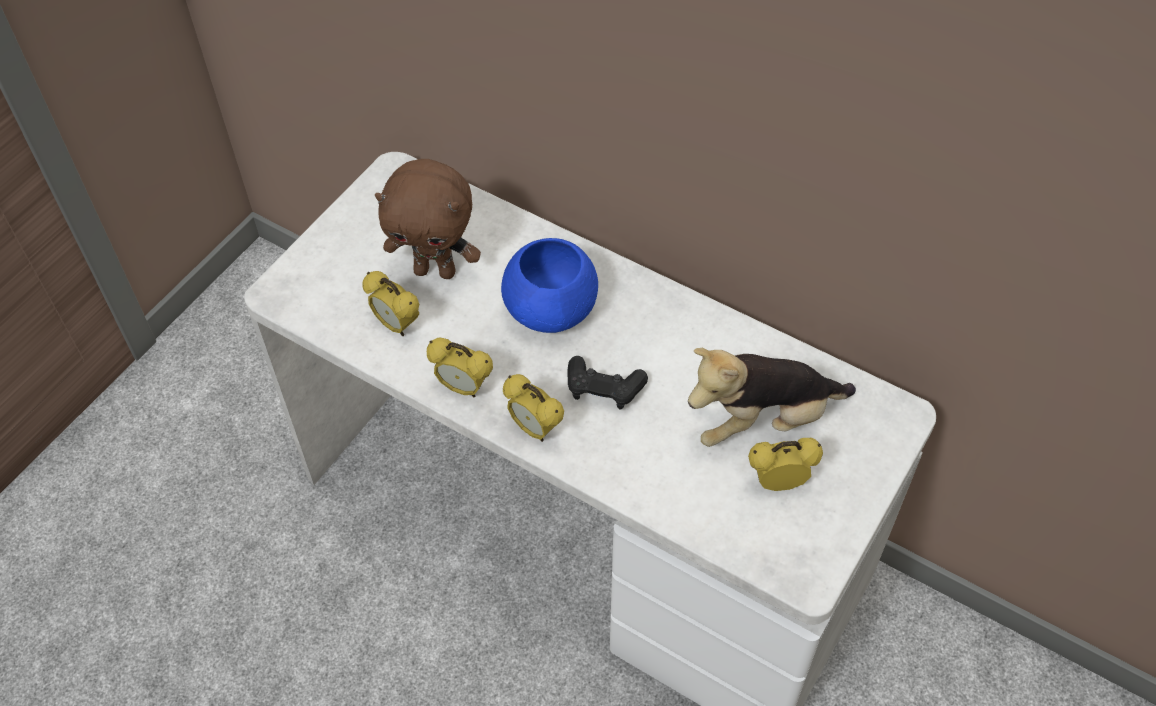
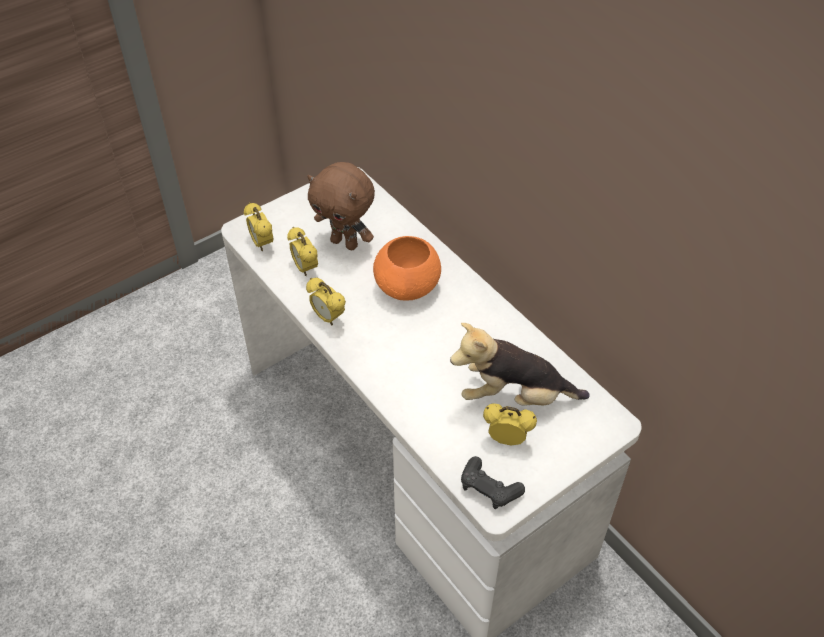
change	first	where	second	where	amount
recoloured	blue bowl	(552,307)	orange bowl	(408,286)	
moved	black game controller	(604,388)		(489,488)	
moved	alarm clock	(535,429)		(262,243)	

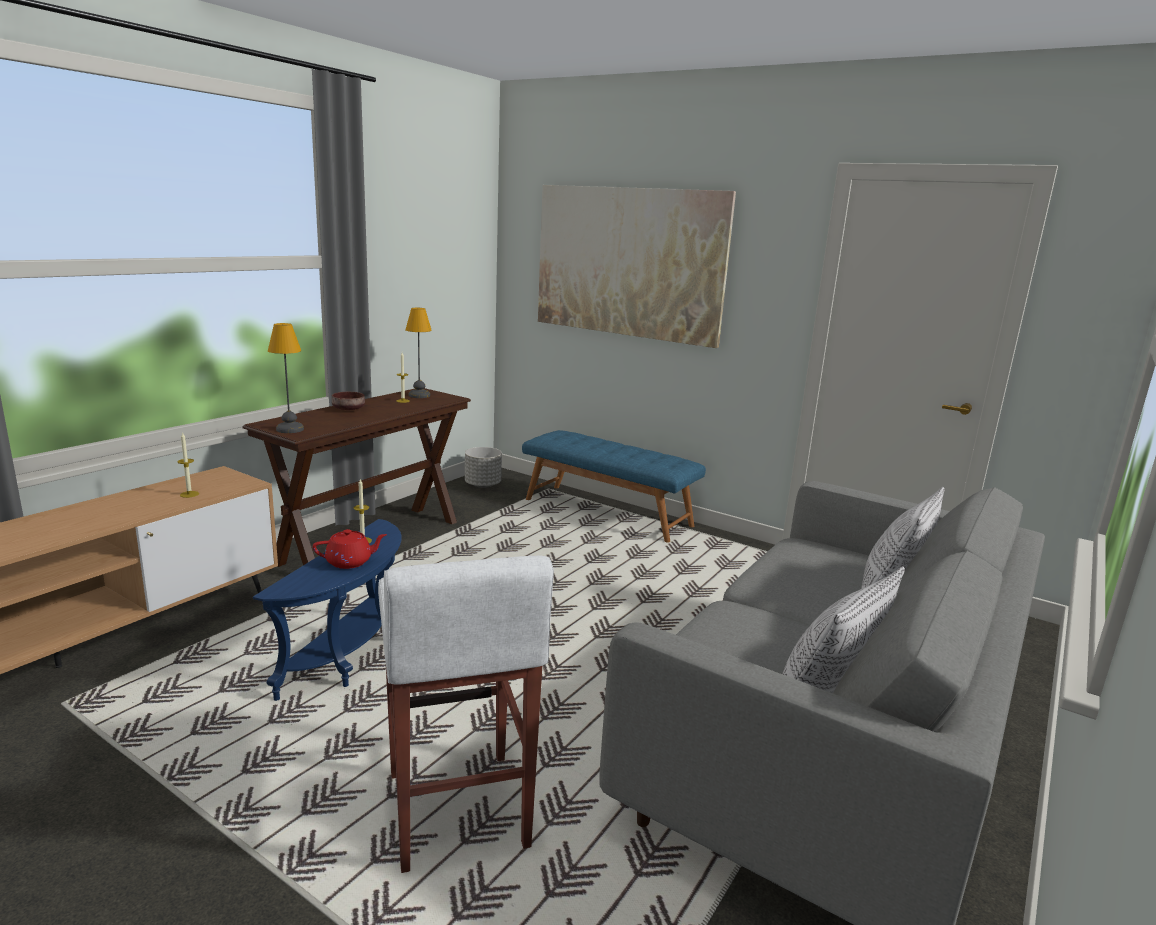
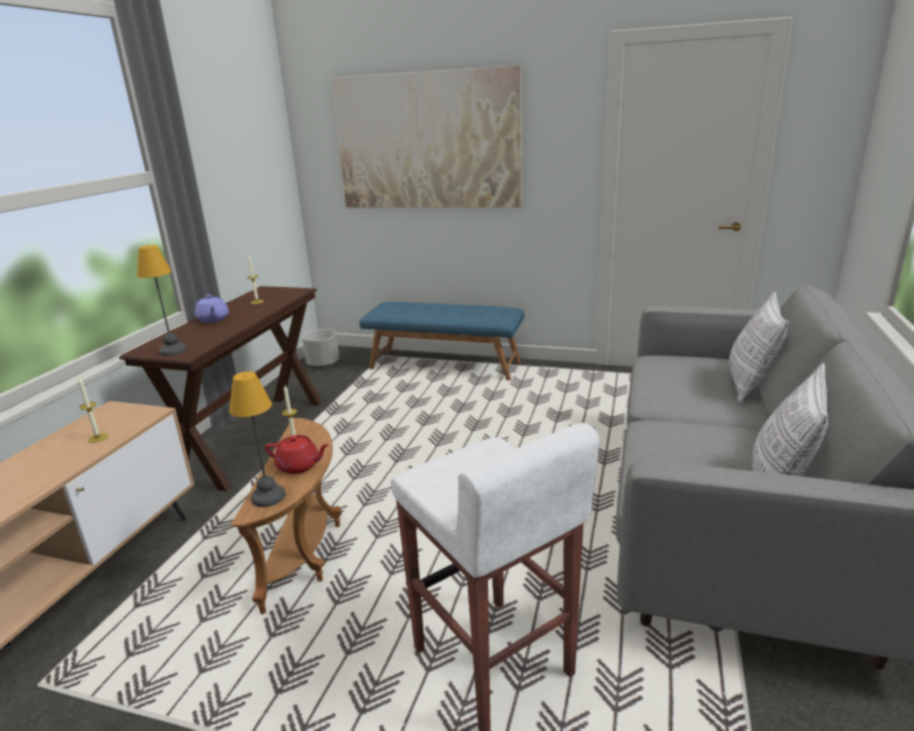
change	first	where	second	where	amount
moved	table lamp	(420,395)		(269,496)	
replaced	brown bowl	(349,409)	purple teapot	(213,319)	
recoloured	blue side table	(350,658)	brown side table	(307,552)	
turned	red teapot	(350,562)		(299,466)	45 degrees clockwise

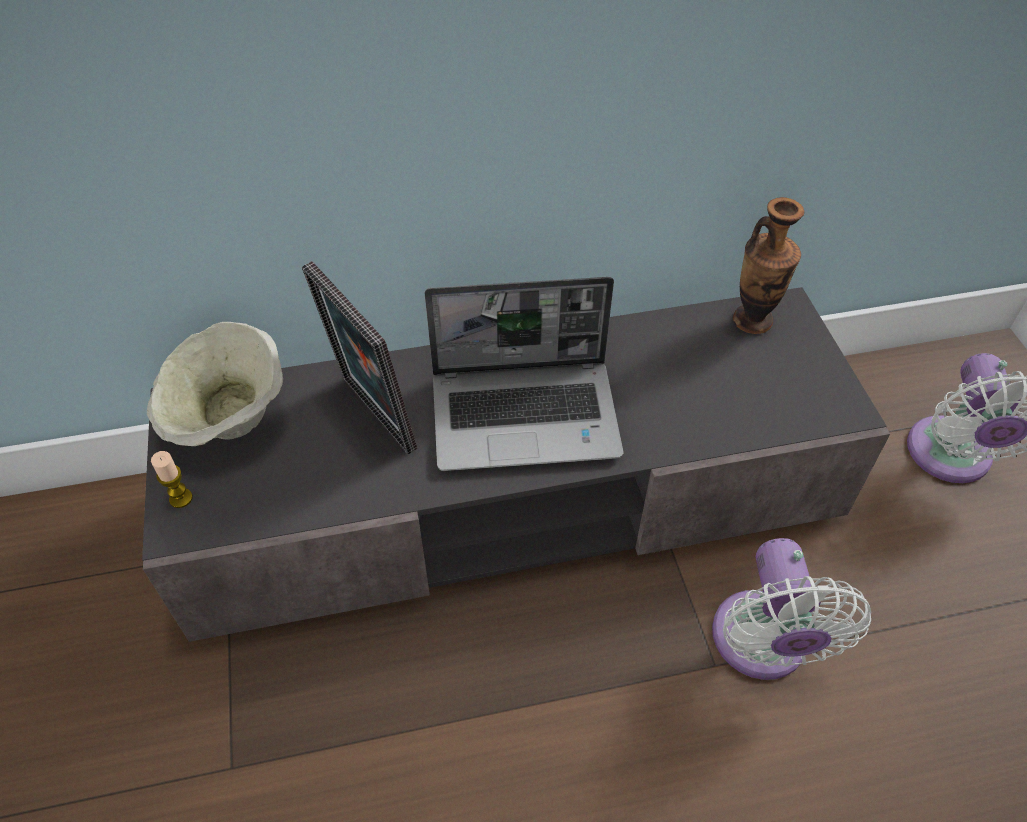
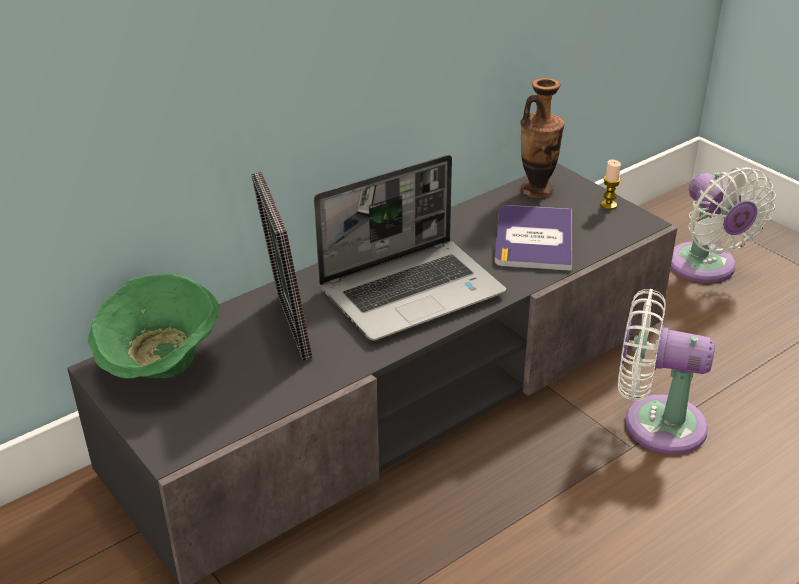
change	first	where	second	where	amount
turned	picture frame	(372,417)		(287,328)	45 degrees clockwise
recoloured	beige bowl	(228,419)	green bowl	(159,366)	
moved	candle	(181,498)		(608,205)	
turned	white fan	(761,646)		(655,423)	135 degrees clockwise
added			book	(533,239)	

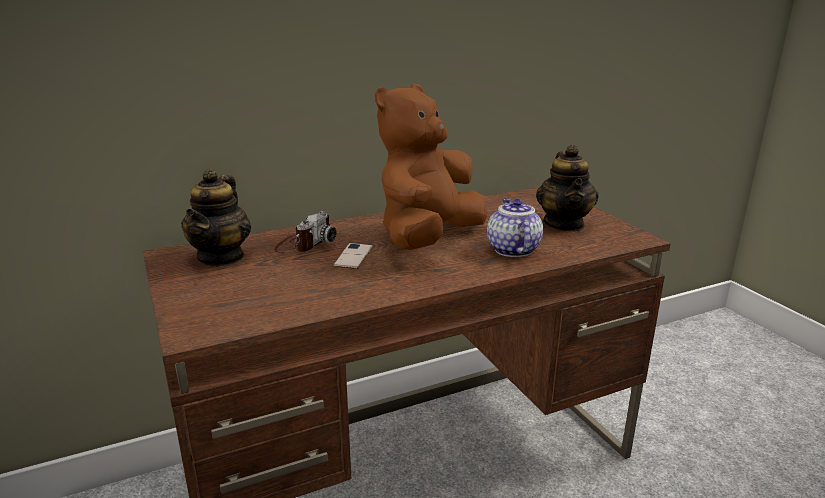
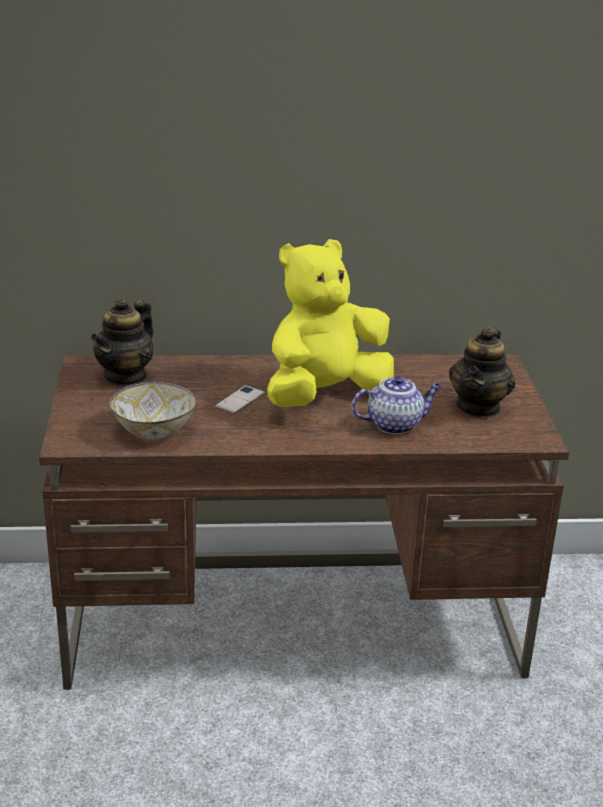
change	first	where	second	where	amount
recoloured	brown plush toy	(428,238)	yellow plush toy	(324,395)	
turned	teapot	(512,249)		(395,424)	60 degrees clockwise
removed	photo camera	(304,244)			
added			bowl	(153,430)	

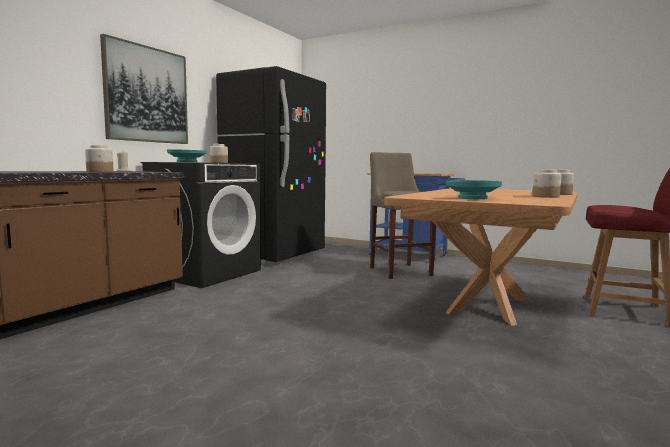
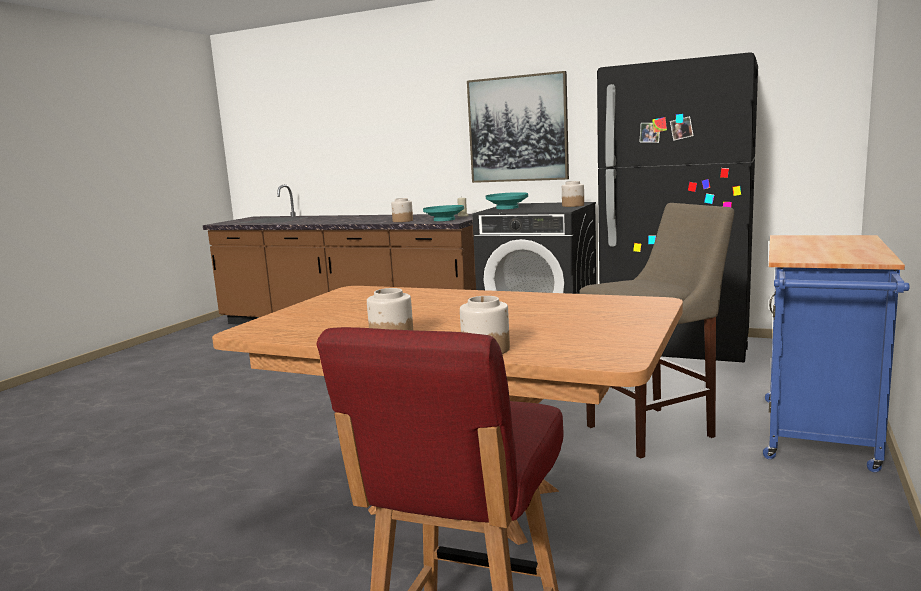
change	first	where	second	where	amount
moved	turquoise bowl	(472,198)		(444,220)	

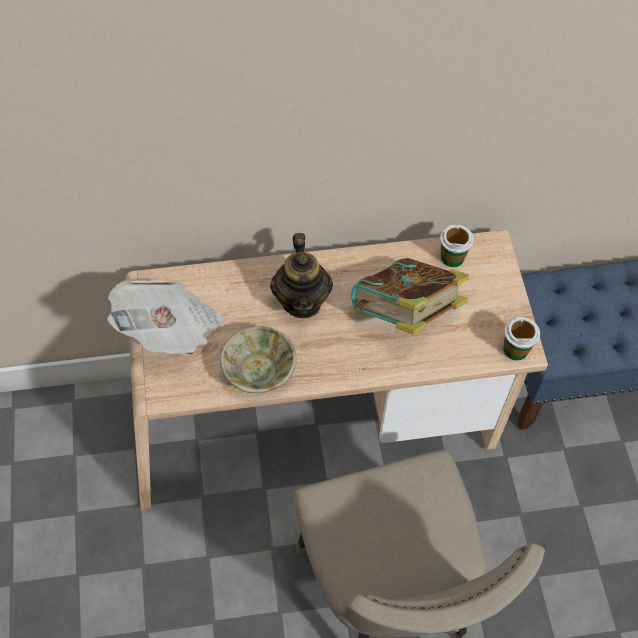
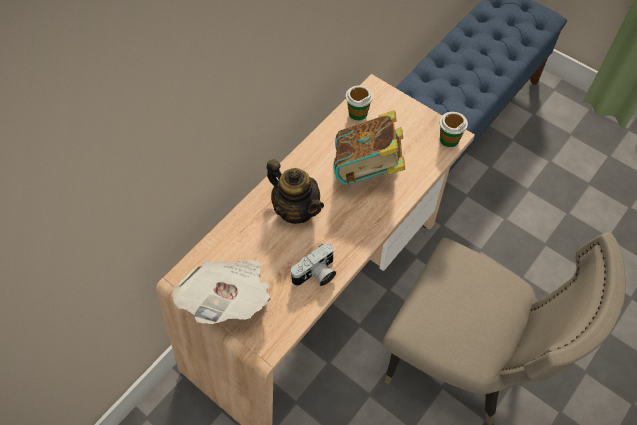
change	first	where	second	where	amount
replaced	beige bowl	(259,370)	photo camera	(316,275)	

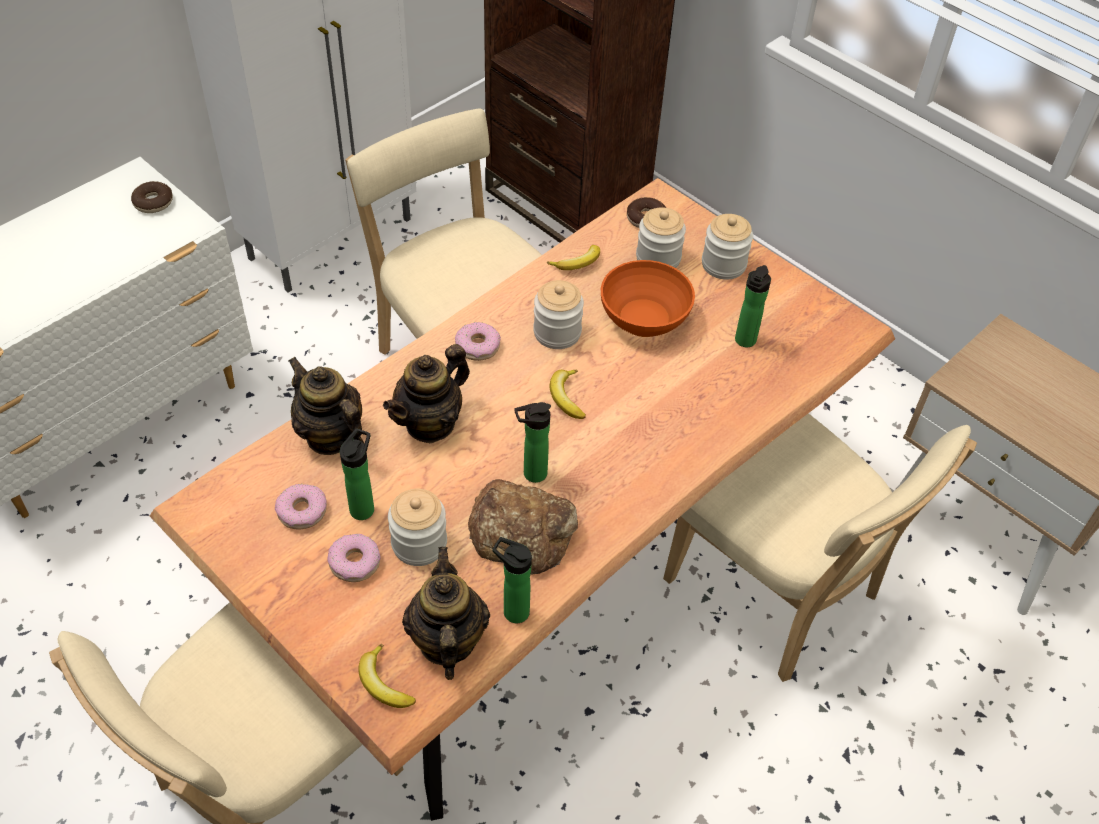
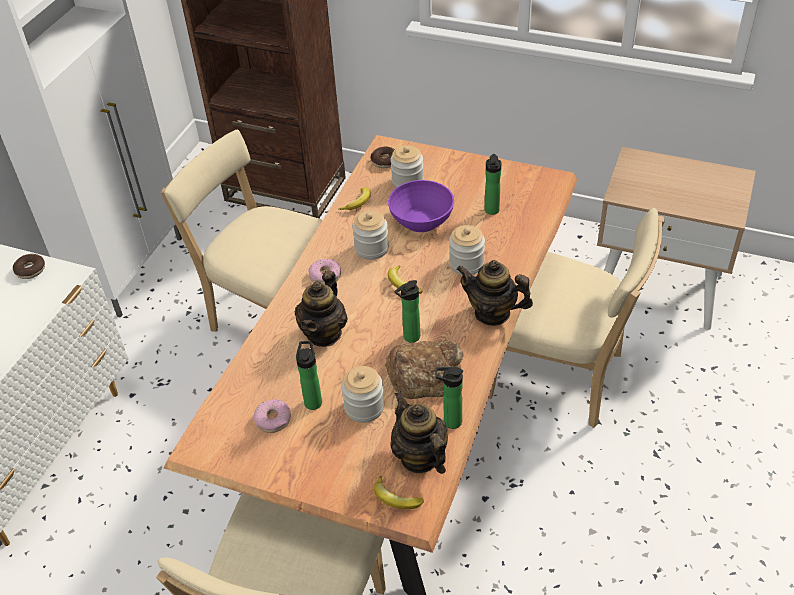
change	first	where	second	where	amount
moved	jar	(723,264)		(466,264)	
recoloured	orange bowl	(644,317)	purple bowl	(421,220)	
moved	teapot	(330,436)		(492,313)	
removed	donut	(354,563)			

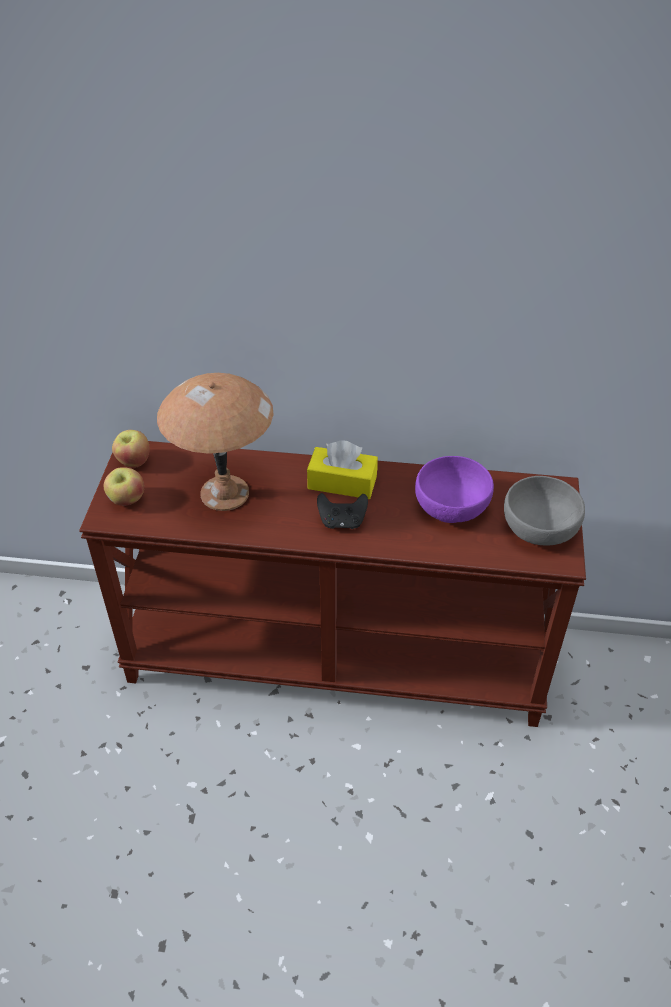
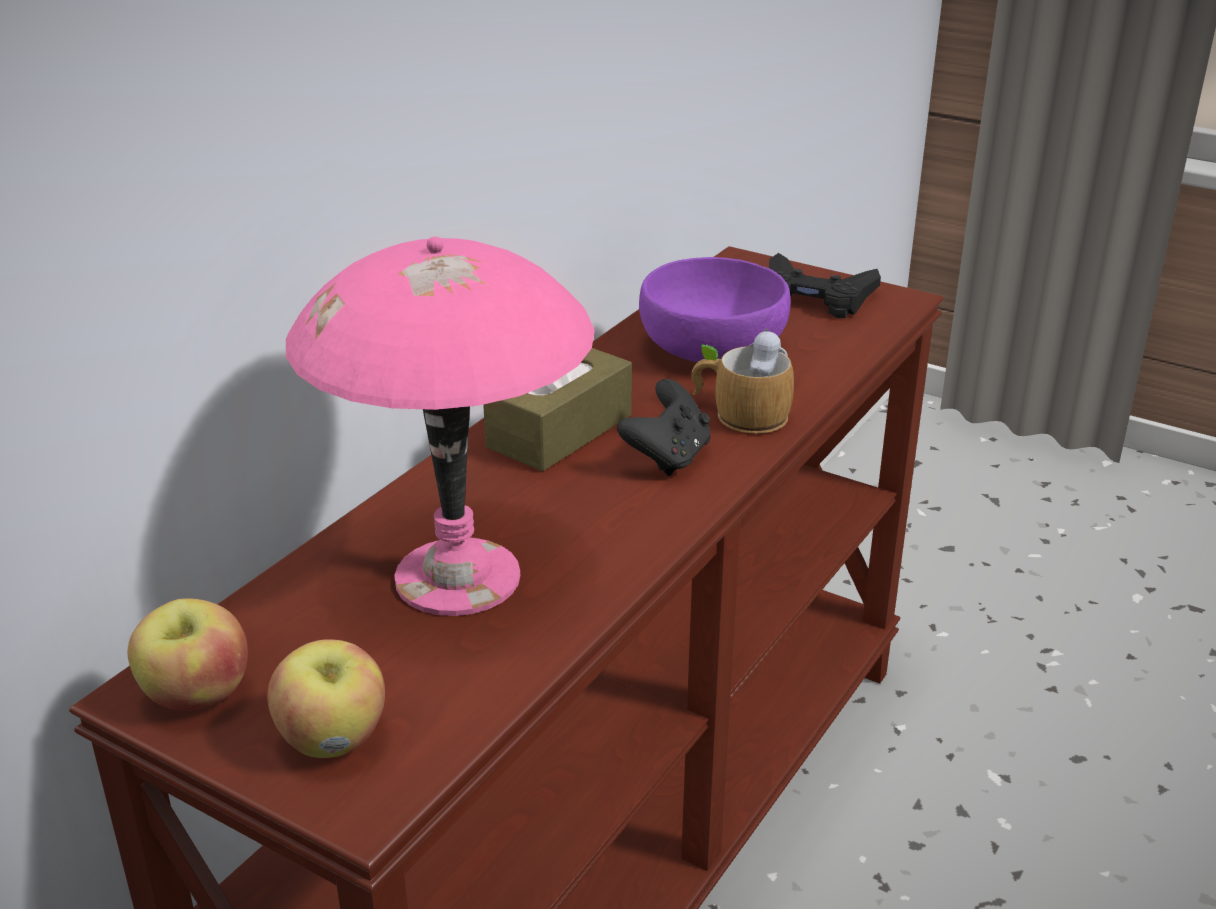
change	first	where	second	where	amount
recoloured	brown table lamp	(223,493)	pink table lamp	(457,579)	
recoloured	yellow tissue box	(342,482)	brown tissue box	(559,431)	
replaced	grey bowl	(538,526)	black game controller	(814,297)	
added			mug	(739,413)	

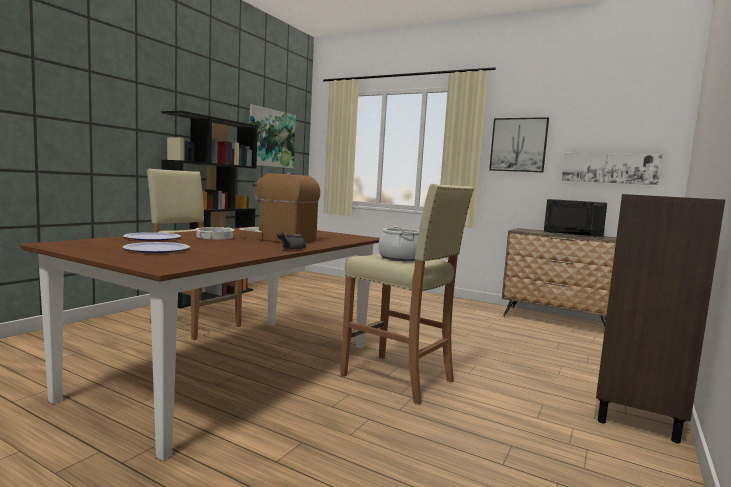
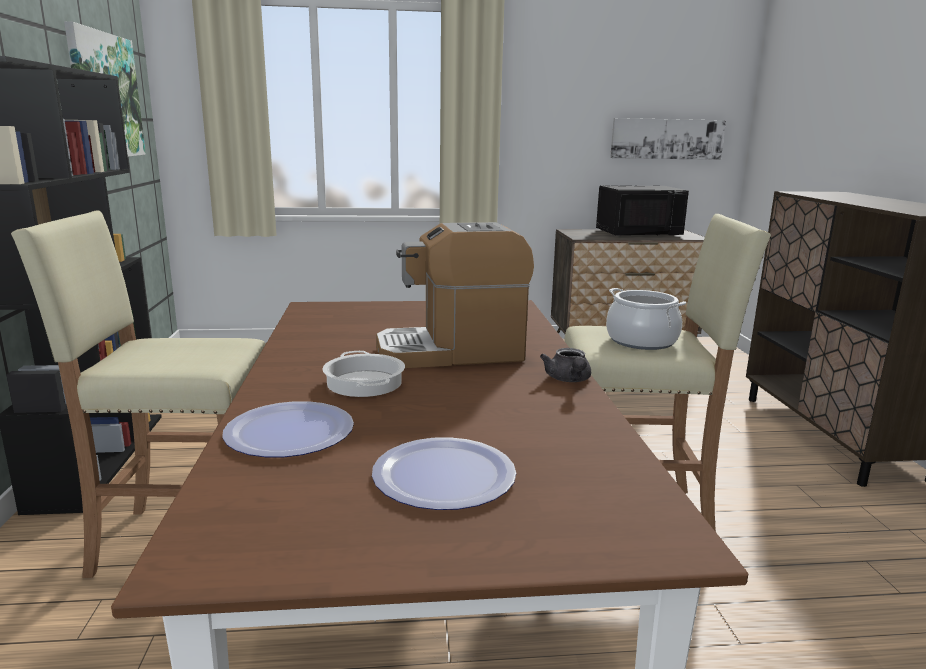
change	first	where	second	where	amount
removed	picture	(518,145)			

